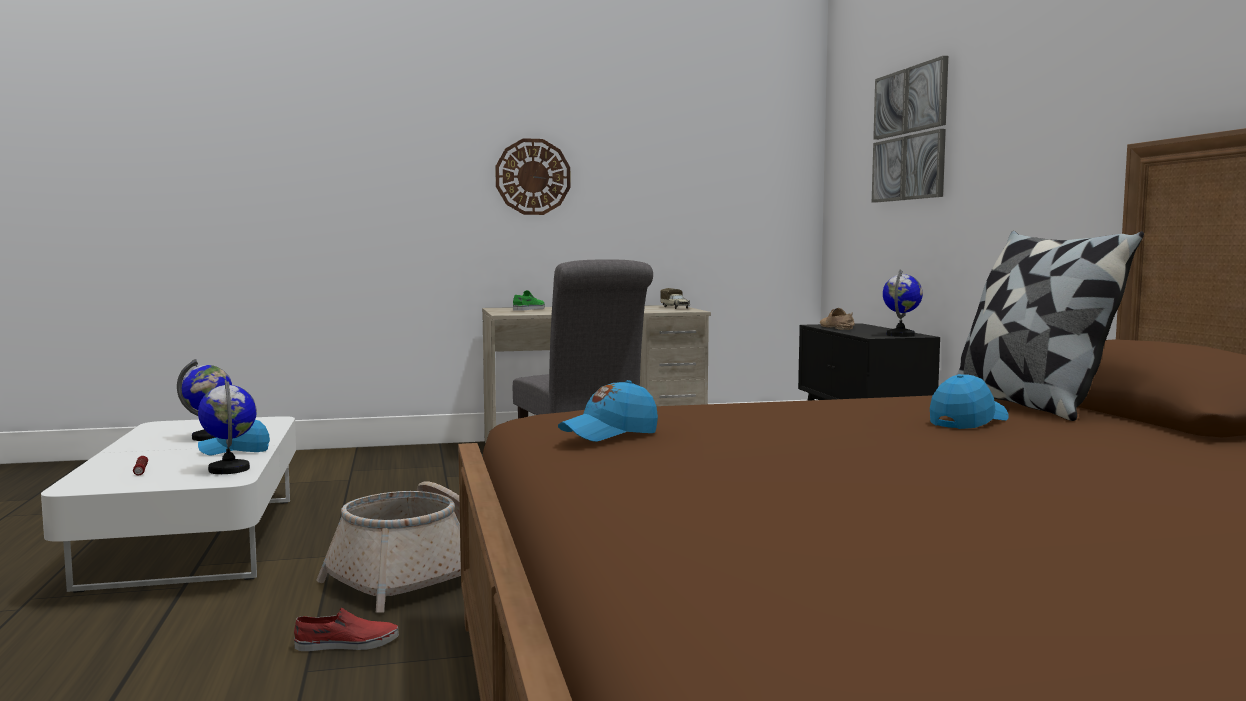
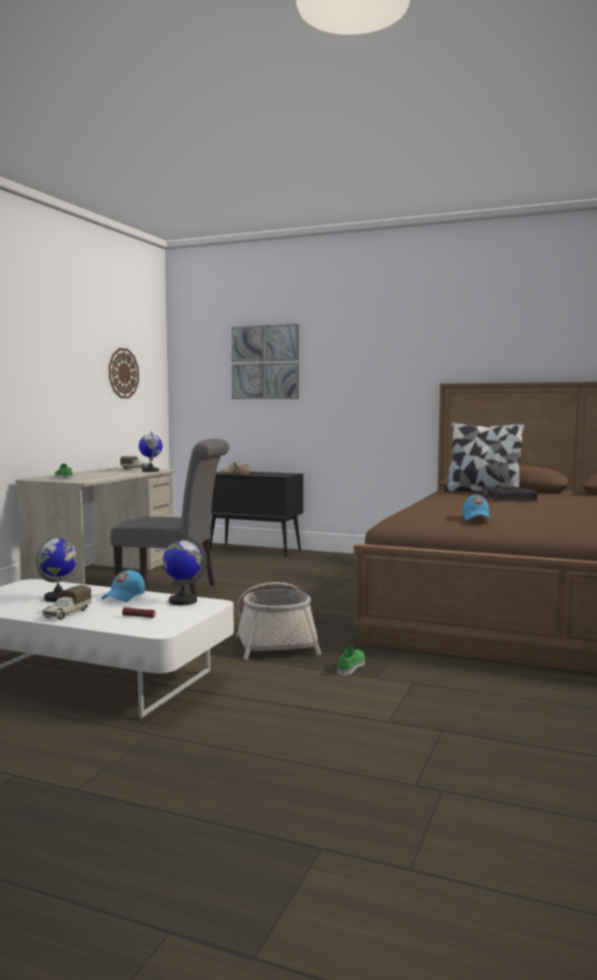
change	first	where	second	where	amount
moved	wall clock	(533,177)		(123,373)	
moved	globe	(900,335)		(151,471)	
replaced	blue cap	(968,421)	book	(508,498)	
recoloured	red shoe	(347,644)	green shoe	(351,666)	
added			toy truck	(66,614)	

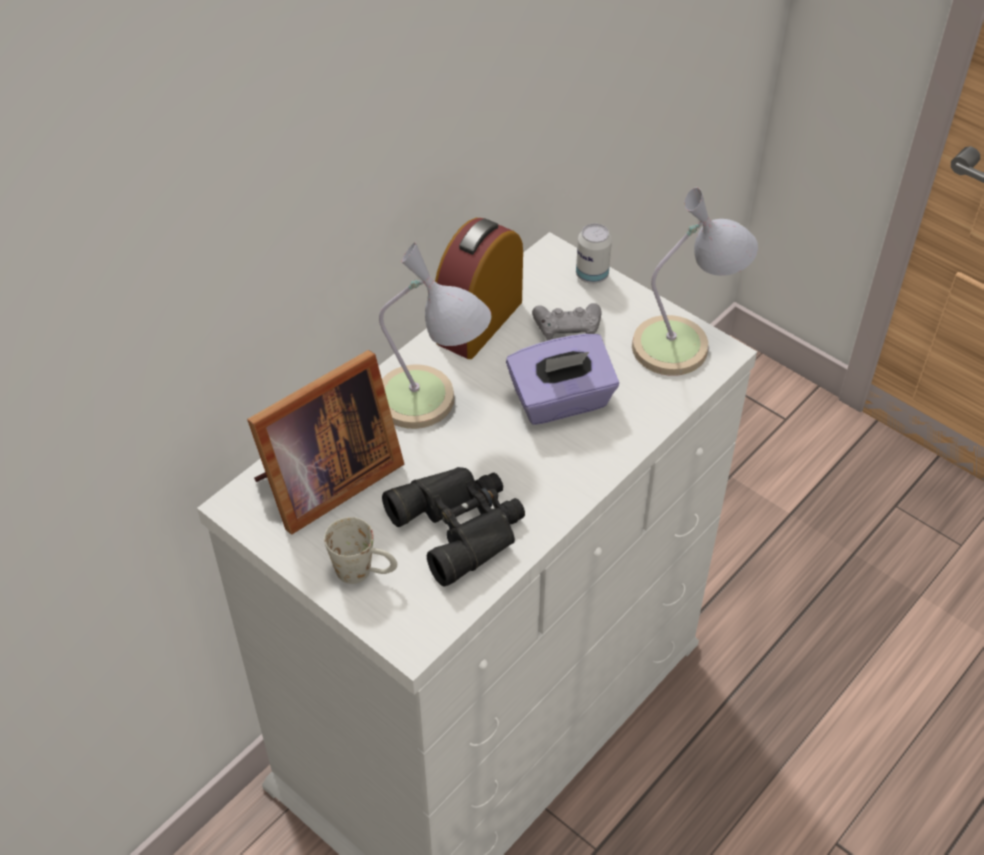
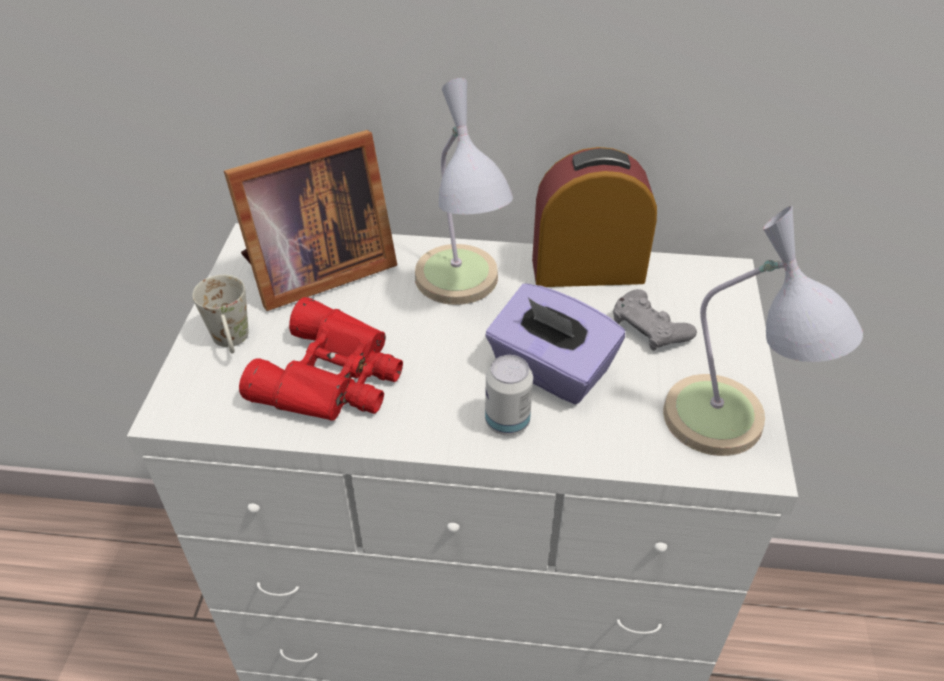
change	first	where	second	where	amount
moved	can	(592,275)		(507,422)	
turned	picture frame	(323,482)		(314,272)	45 degrees counterclockwise
recoloured	black binoculars	(461,525)	red binoculars	(334,377)	

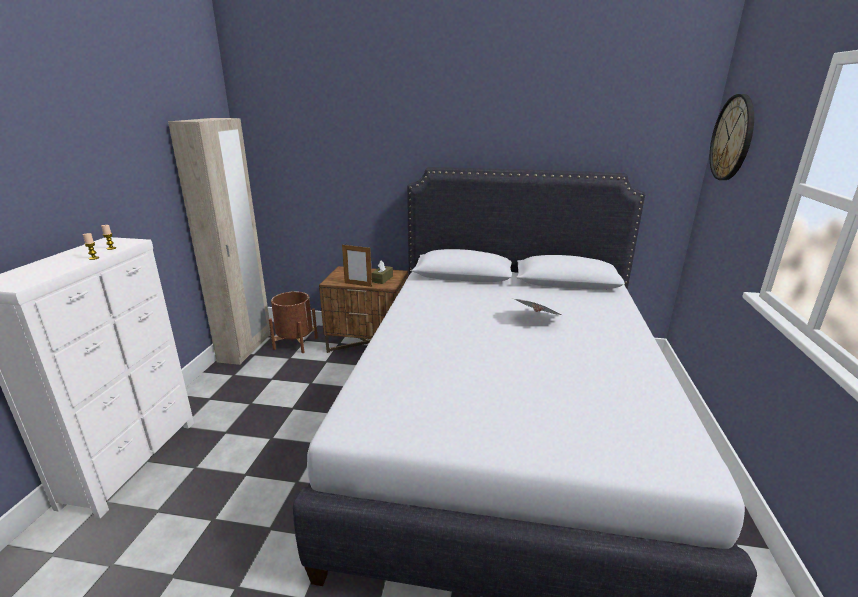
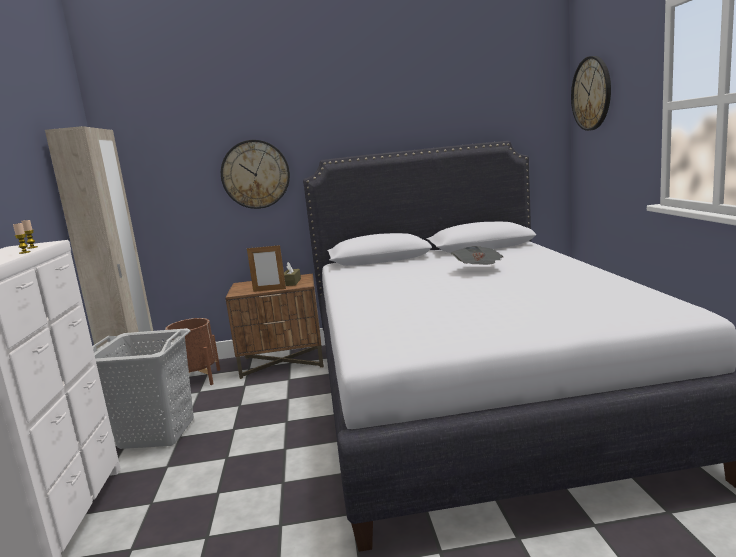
change	first	where	second	where	amount
added			wall clock	(255,174)	
added			grey laundry basket	(157,433)	

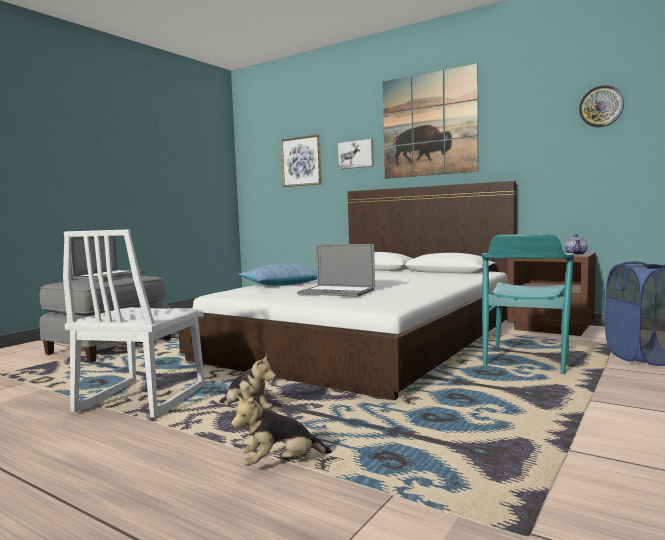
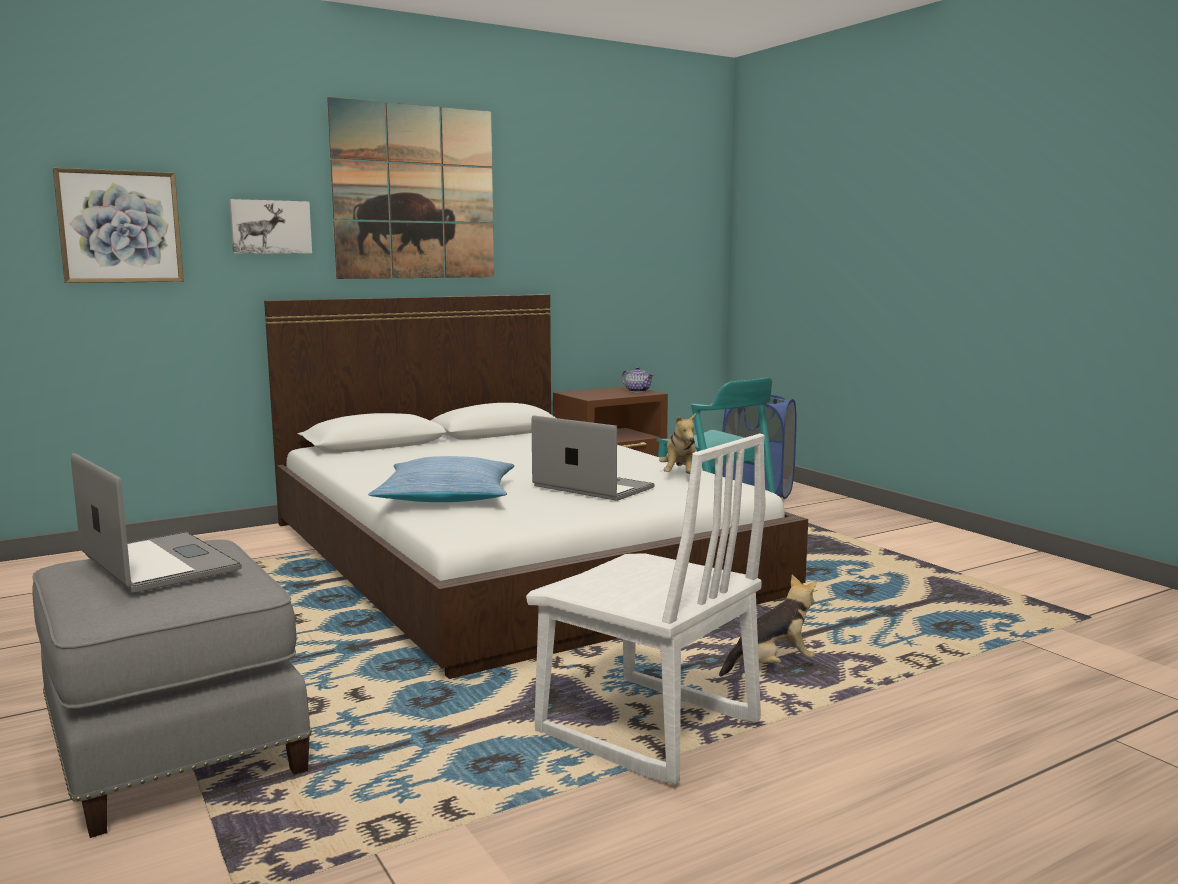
change	first	where	second	where	amount
removed	wall clock	(601,106)			
turned	laptop	(336,292)		(593,487)	105 degrees counterclockwise
moved	plush toy	(281,464)		(680,475)	

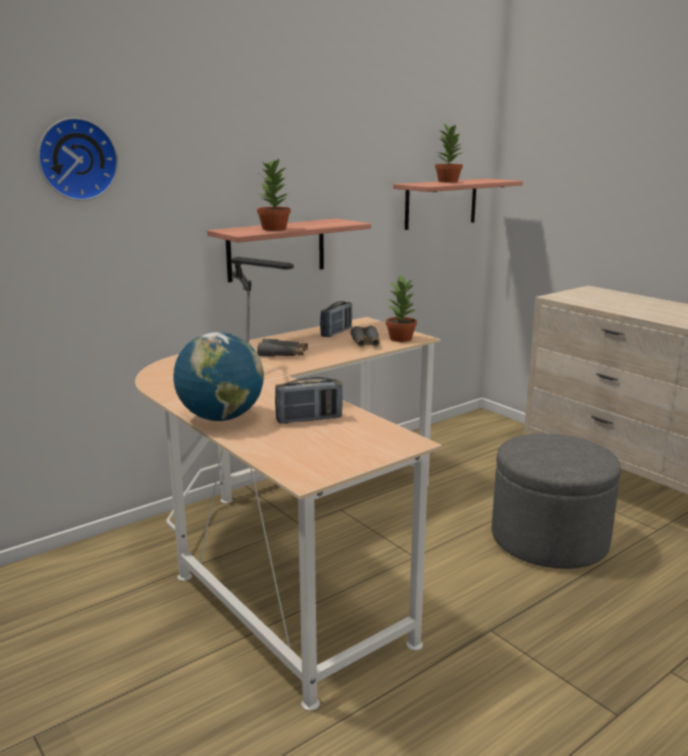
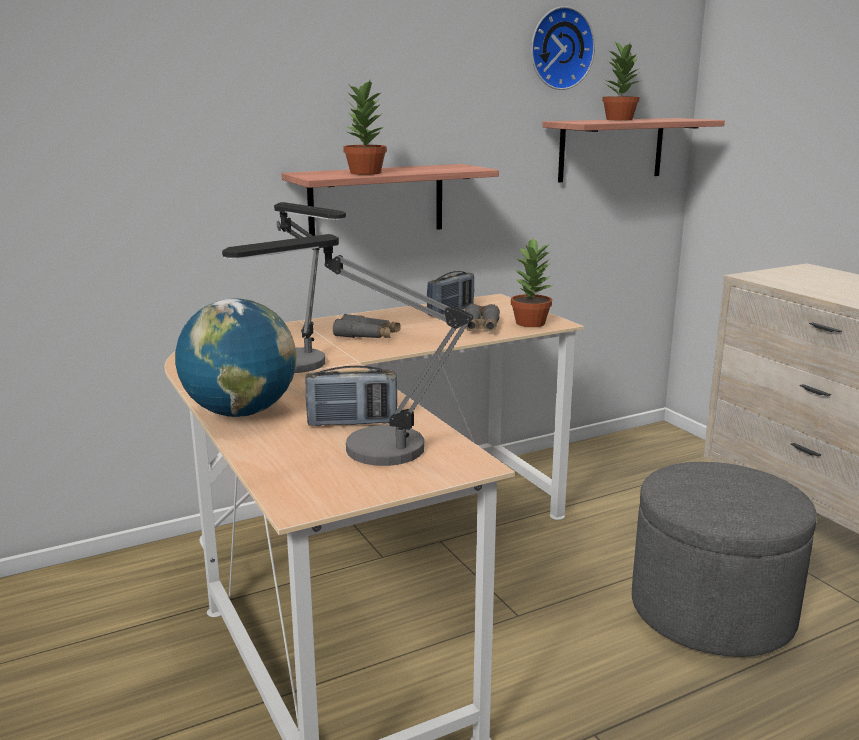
change	first	where	second	where	amount
moved	wall clock	(76,159)		(559,49)	
added			table lamp	(362,454)	

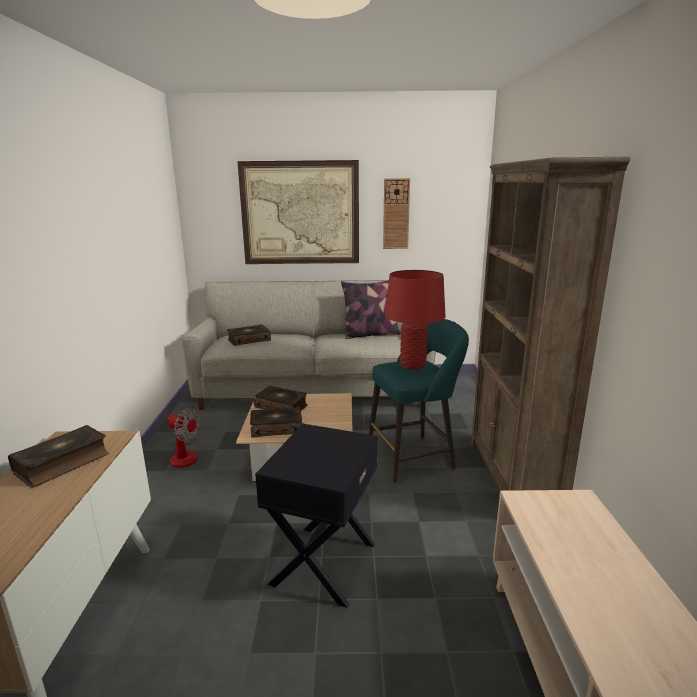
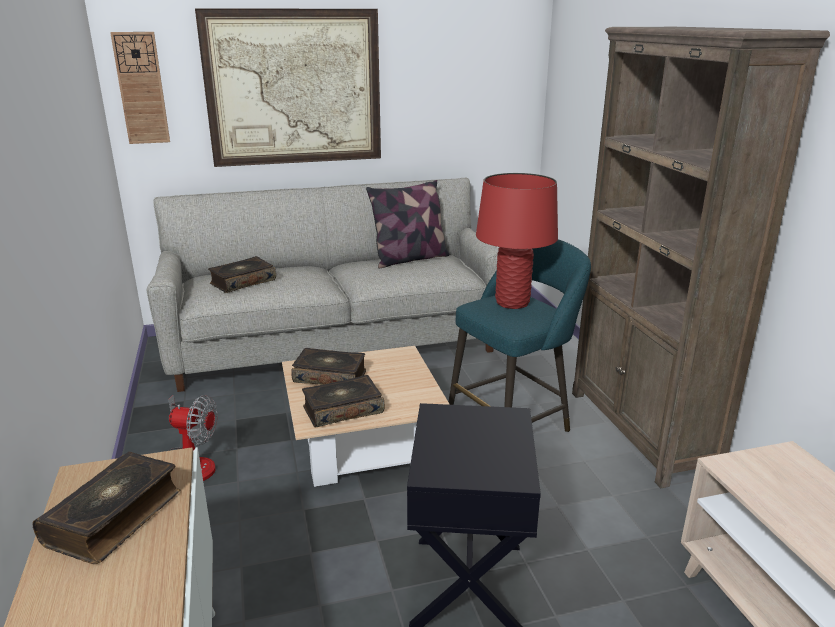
change	first	where	second	where	amount
moved	wall clock	(396,214)		(141,89)	

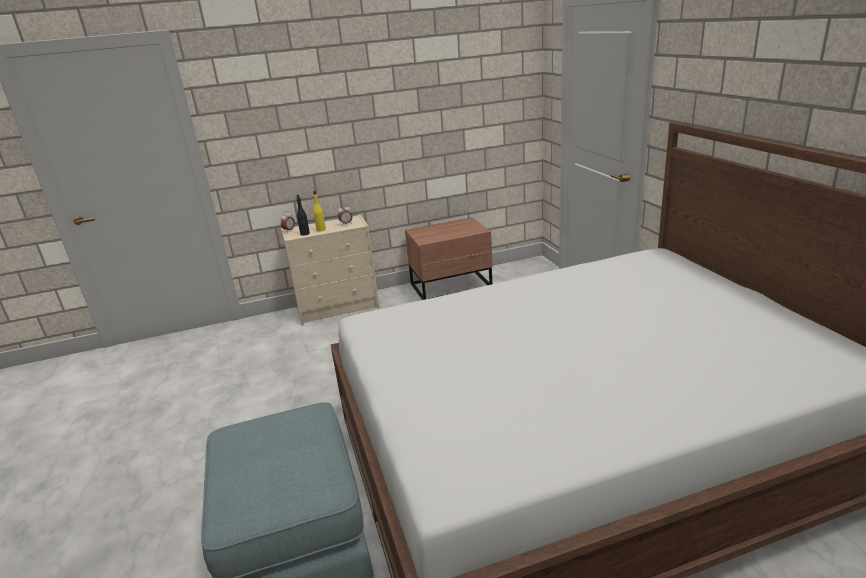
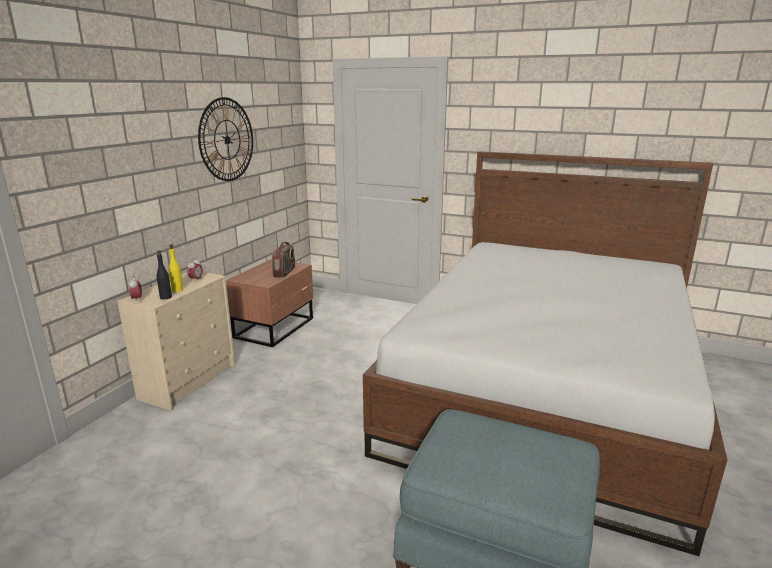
change	first	where	second	where	amount
added			wall clock	(227,140)	
added			radio	(284,272)	

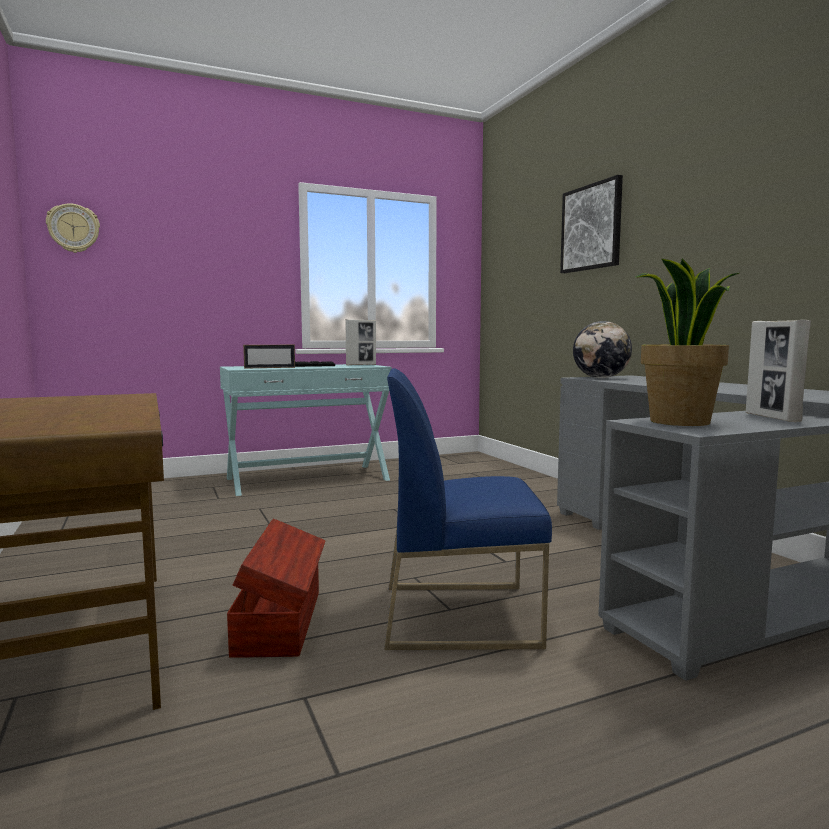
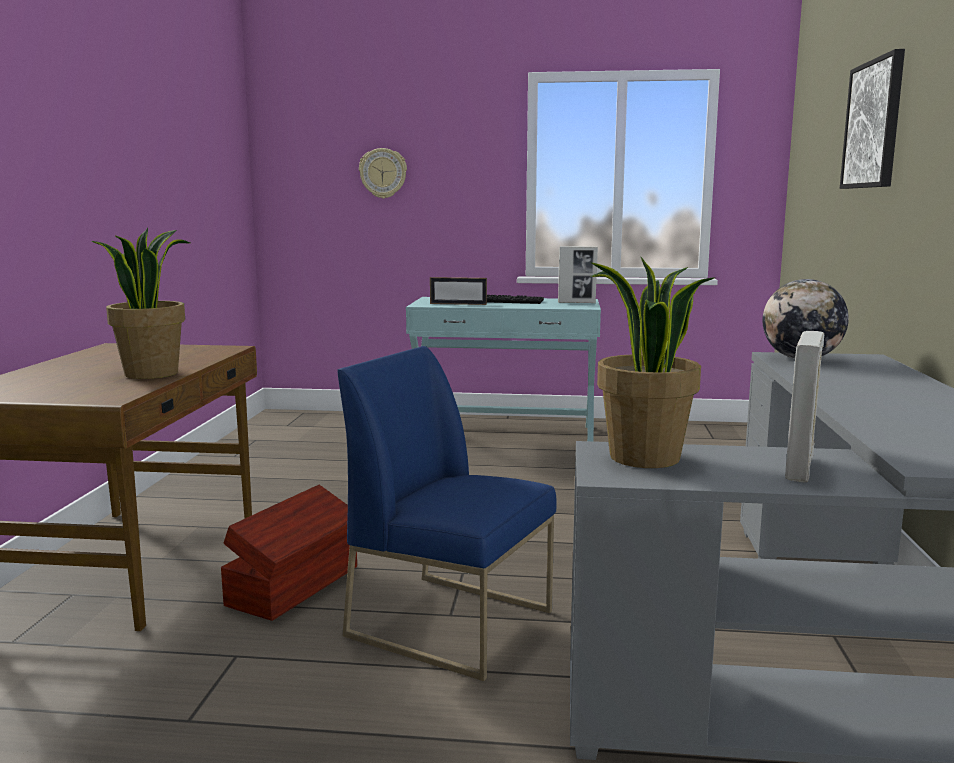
change	first	where	second	where	amount
moved	wall clock	(73,228)		(383,173)	
added			potted plant	(151,373)	

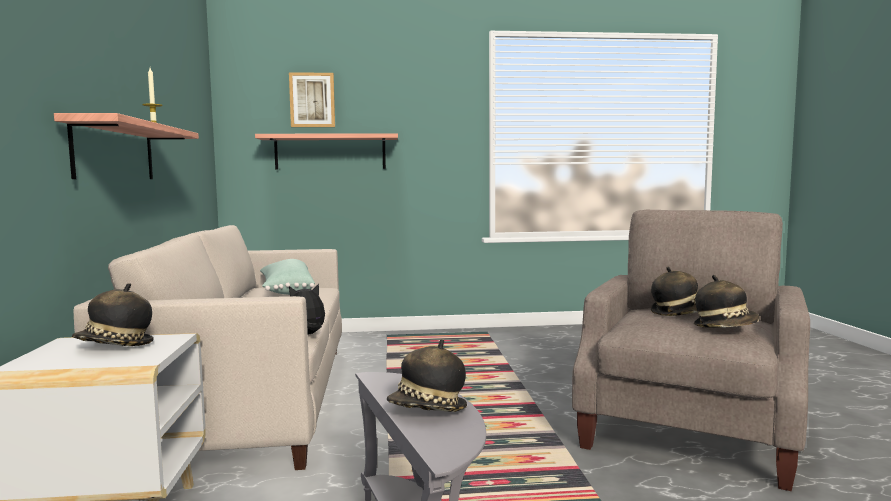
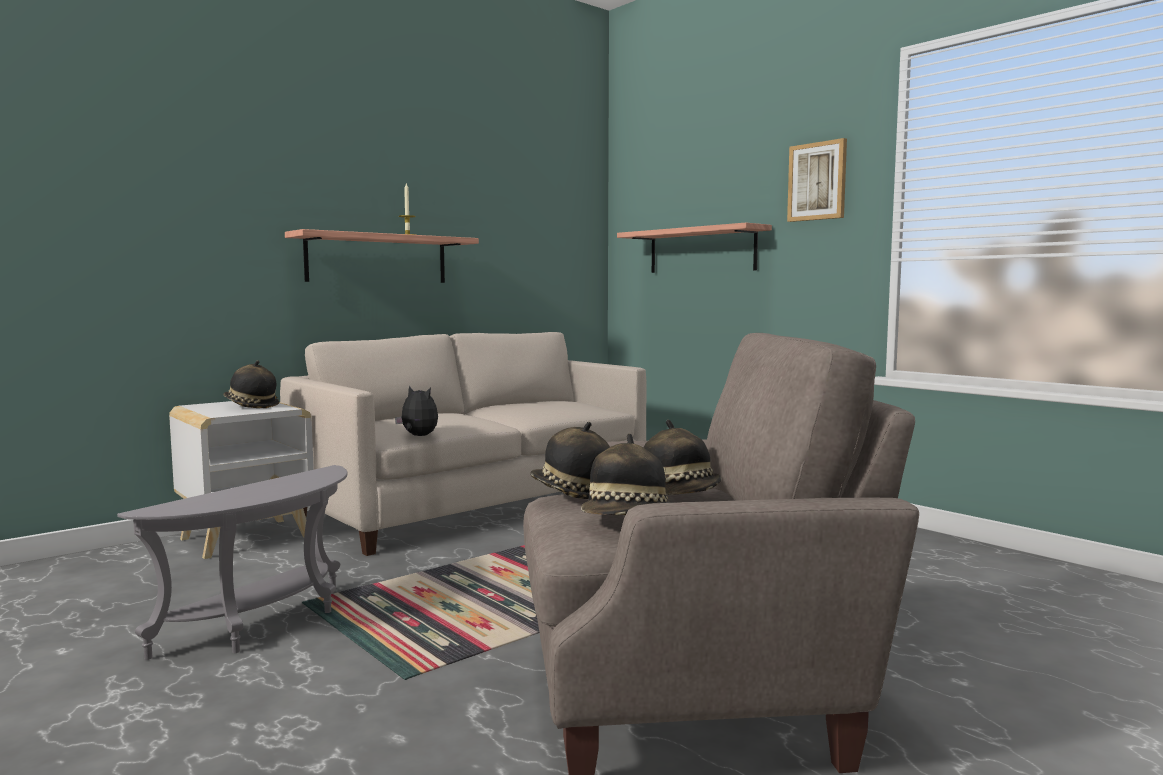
change	first	where	second	where	amount
moved	picture	(312,100)		(817,181)	
removed	green pillow	(286,291)			
moved	hat	(428,410)		(571,493)	

